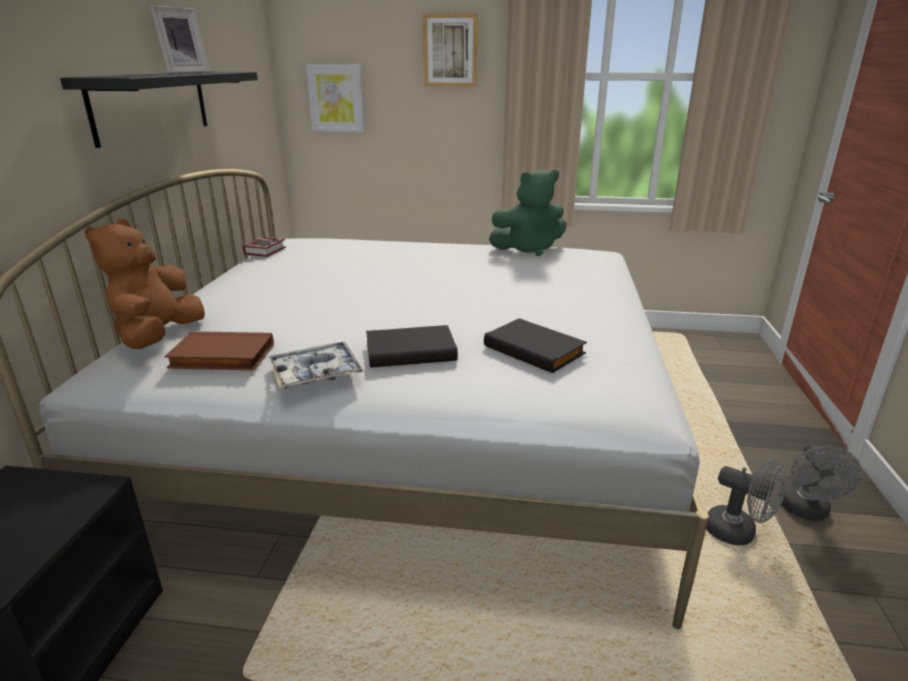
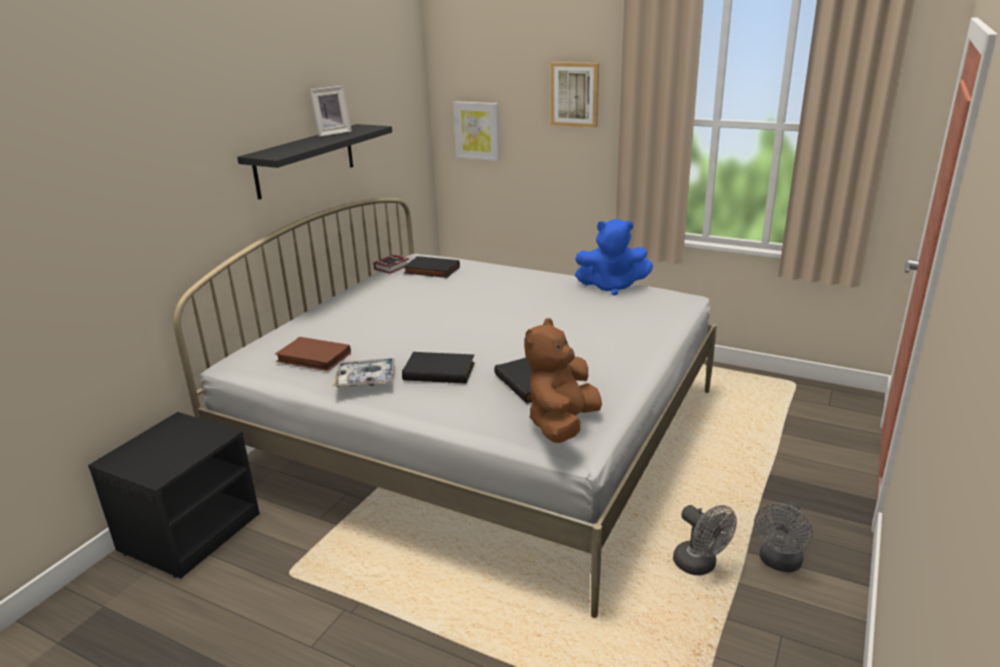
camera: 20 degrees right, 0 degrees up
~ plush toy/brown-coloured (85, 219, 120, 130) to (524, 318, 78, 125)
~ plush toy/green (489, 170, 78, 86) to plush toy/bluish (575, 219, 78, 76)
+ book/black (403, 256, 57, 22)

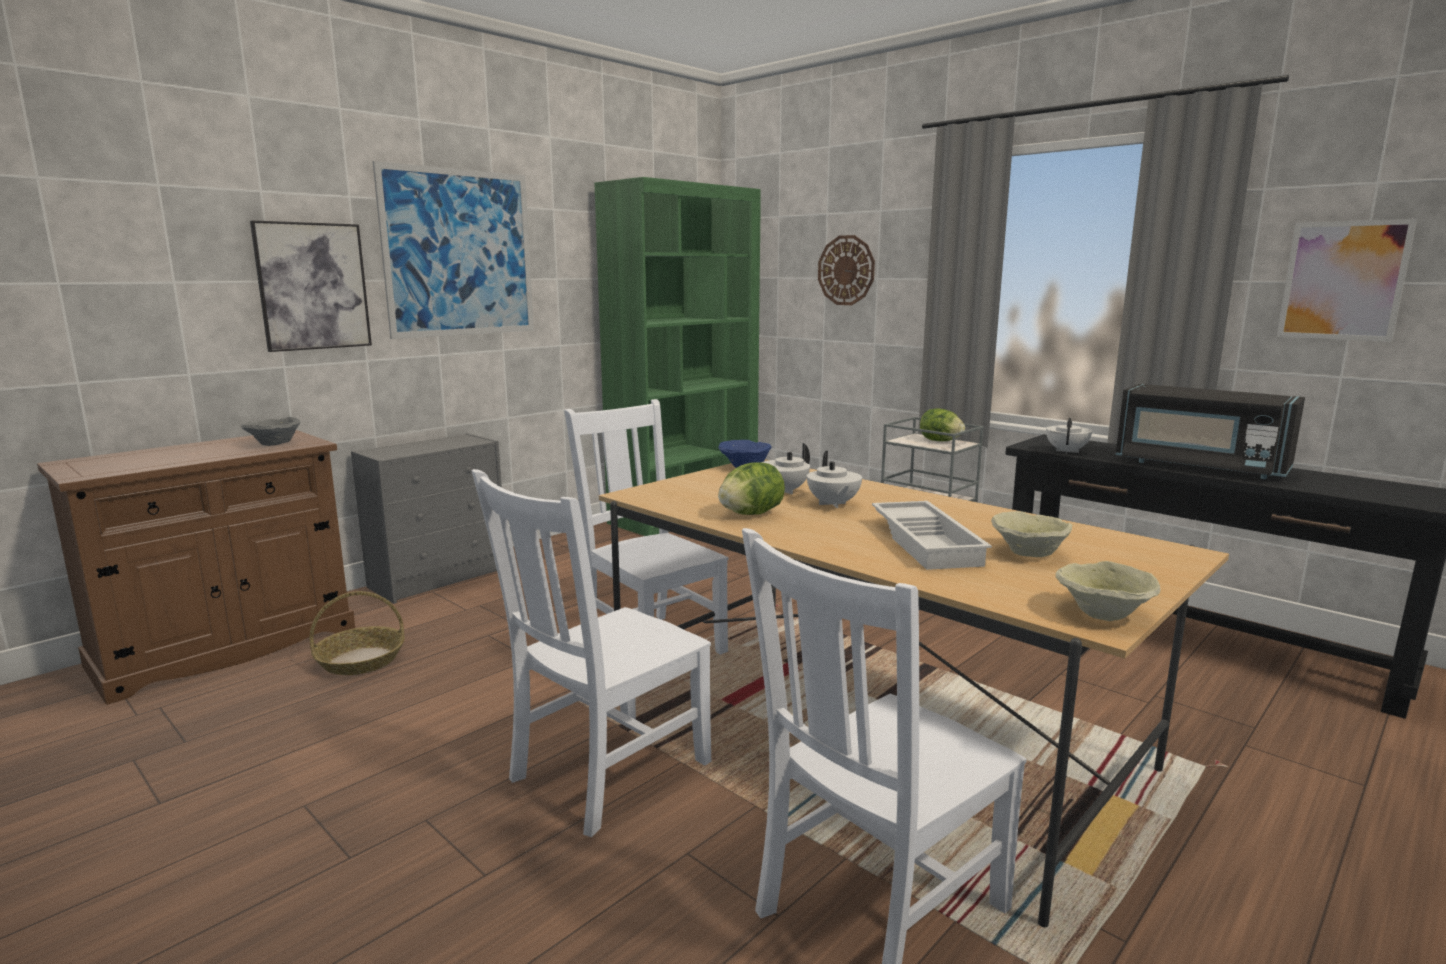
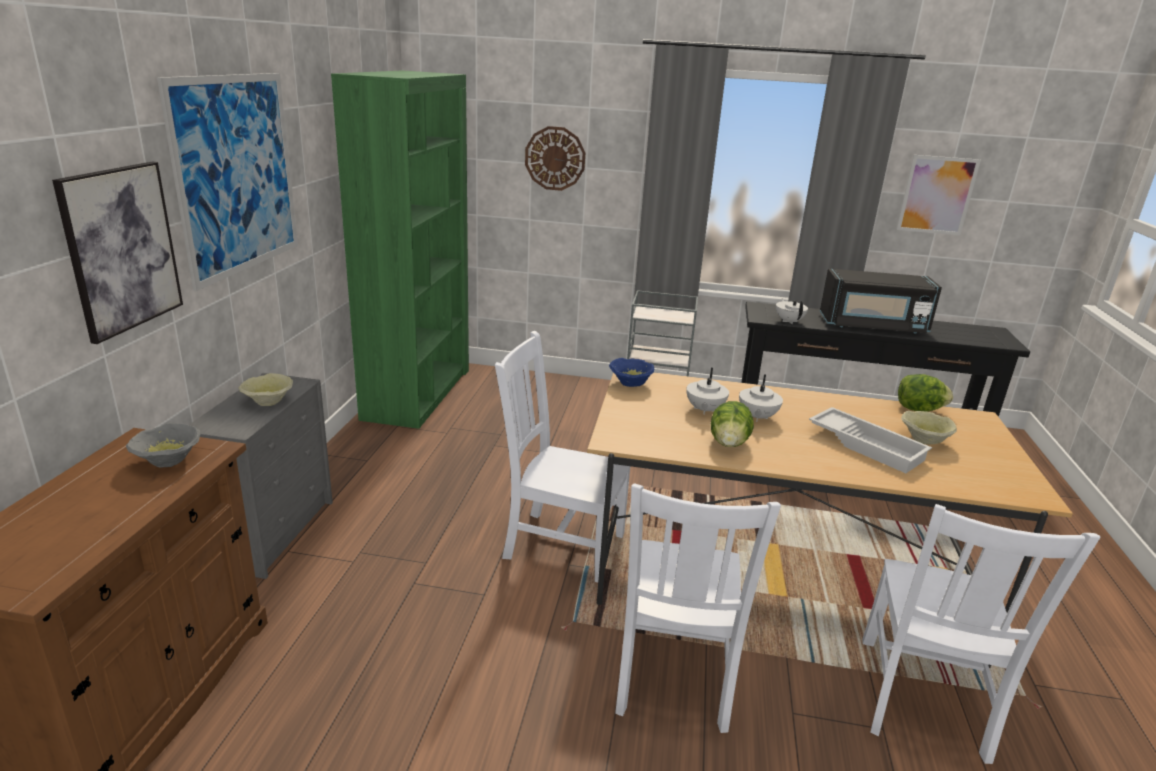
camera: 35 degrees left, 10 degrees up
- household basket (309, 591, 96, 84)
~ tea pot/white (807, 451, 55, 57) = (739, 374, 44, 48) 60 degrees clockwise
~ lettuce (920, 408, 45, 33) to (898, 374, 55, 37)
~ serving bowl/beige (1056, 561, 104, 60) to (239, 373, 54, 33)

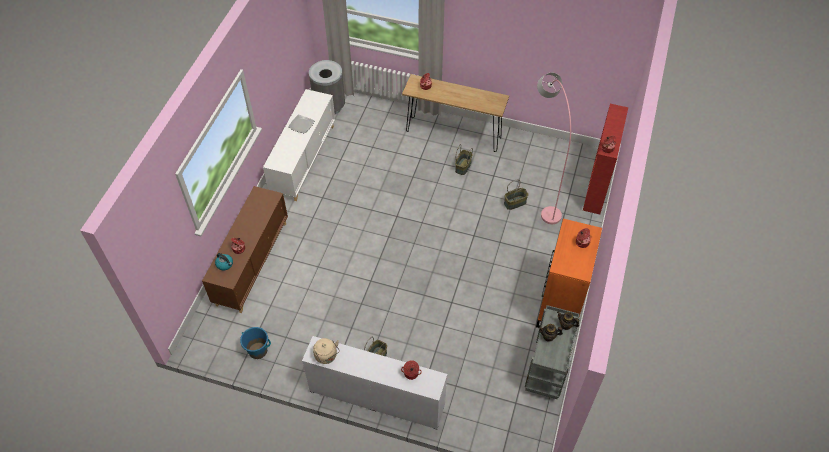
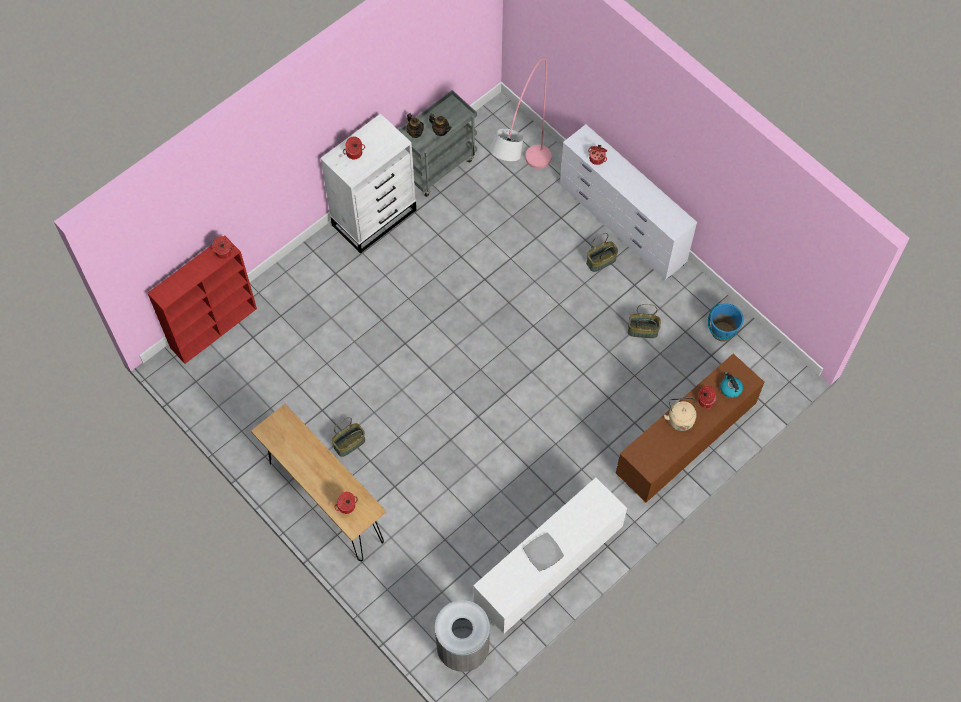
camera: 150 degrees left, 10 degrees up
~ tea kettle/beige (313, 338, 27, 26) to (664, 397, 32, 34)
~ household basket (504, 180, 24, 30) to (628, 304, 33, 34)
~ drawer chest/orange-coloured (536, 219, 66, 109) to drawer chest/white (320, 114, 96, 140)
~ floor lamp/pinkish (537, 73, 34, 151) to (490, 57, 62, 112)

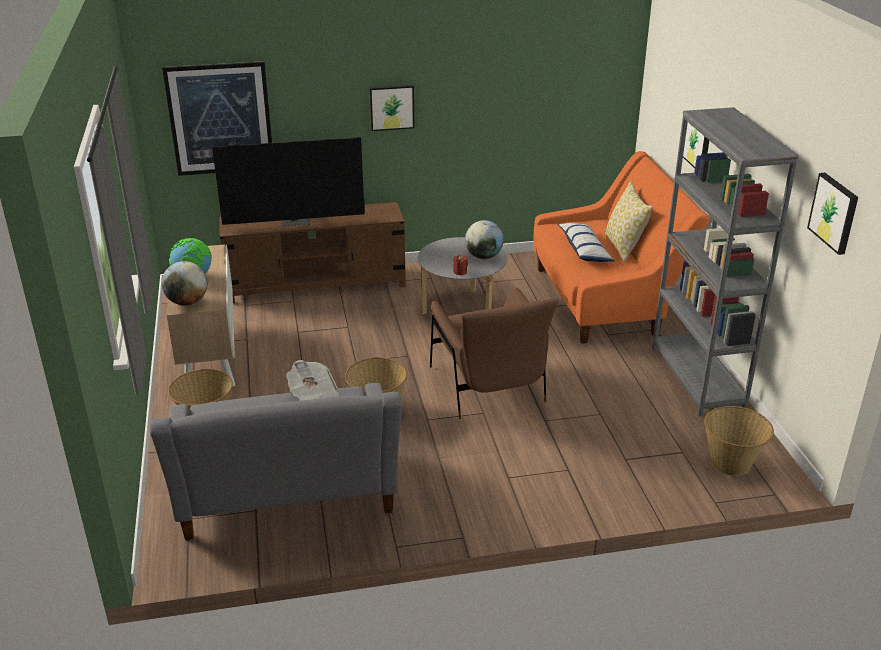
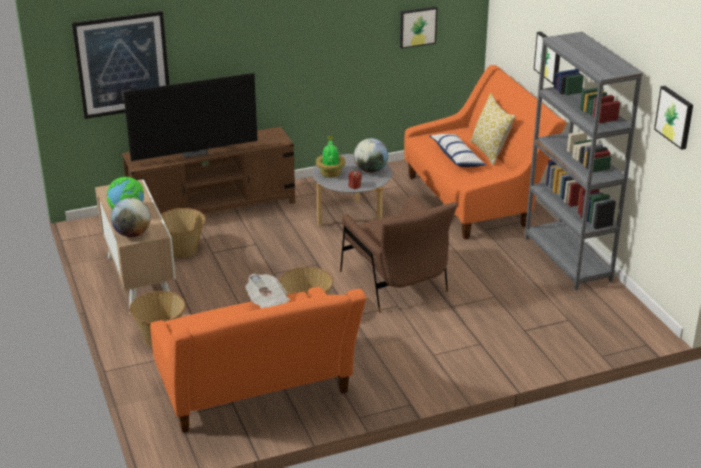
camera: 10 degrees left, 0 degrees up
~ sofa/gray (150, 383, 252, 157) to sofa/orange-coloured (150, 287, 216, 146)
~ wall picture (369, 85, 46, 46) to (400, 6, 37, 43)
~ household basket (704, 406, 70, 70) to (161, 208, 45, 50)
+ houseplant (316, 136, 30, 42)

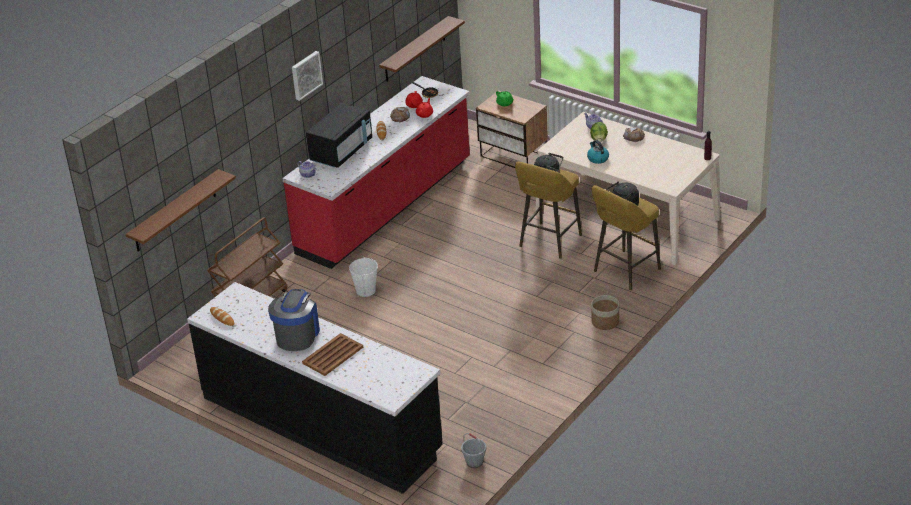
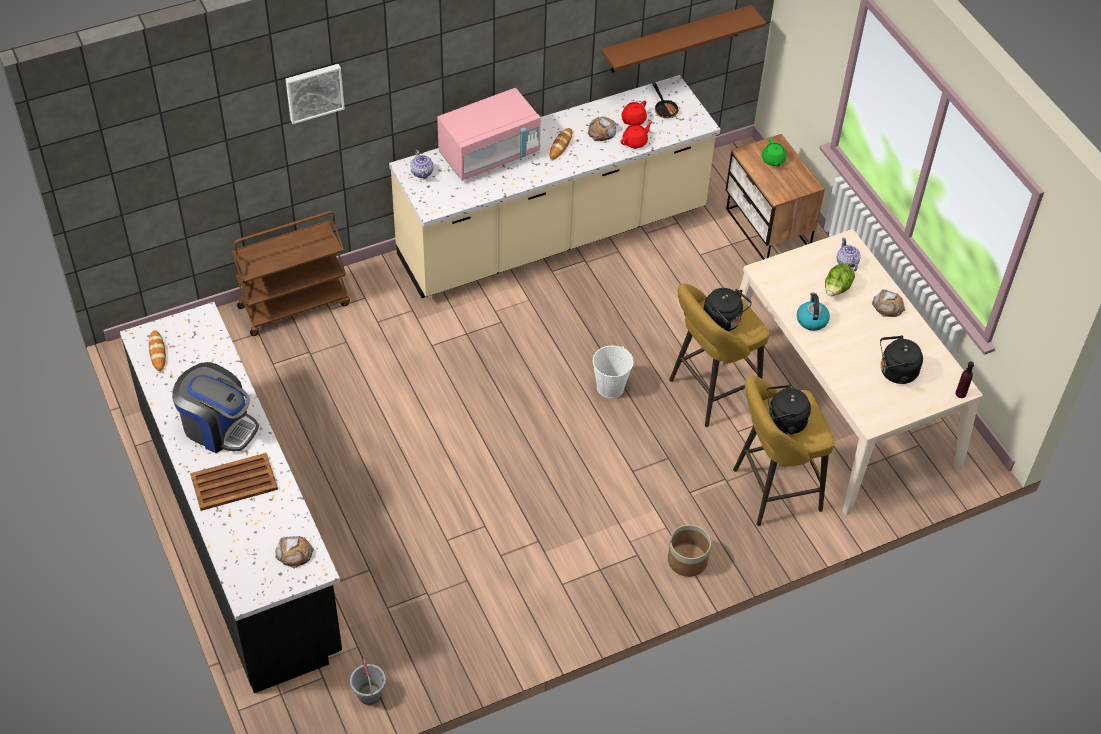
camera: 25 degrees right, 15 degrees up
- wall shelf/brown-coloured (126, 169, 110, 83)
~ coffee machine (268, 289, 52, 62) = (172, 362, 87, 91) 75 degrees clockwise
~ kitchen counter/red-coloured (282, 76, 188, 193) to kitchen counter/beige (389, 75, 331, 223)
~ wall picture (292, 51, 31, 50) to (285, 64, 60, 60)
~ kitchen microwave/black (306, 103, 66, 65) to kitchen microwave/pinkish (437, 88, 104, 93)
~ water bucket/white (349, 257, 29, 40) to (593, 346, 41, 53)
+ bakery bread (275, 536, 39, 33)
+ tea kettle/black (880, 336, 43, 48)

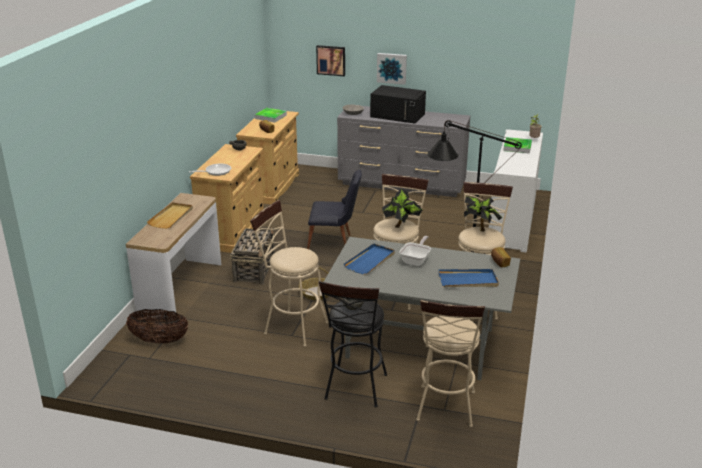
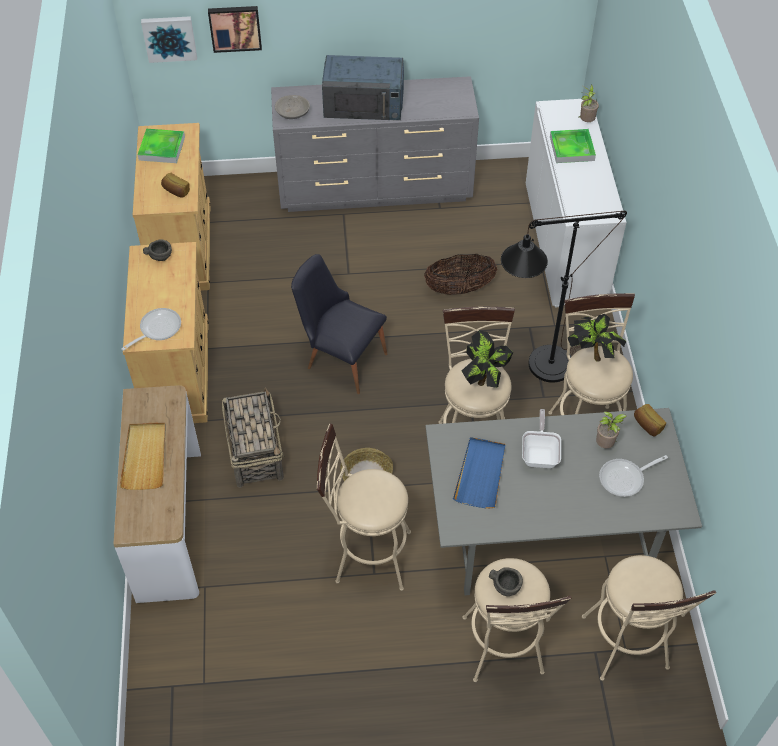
camera: 20 degrees left, 25 degrees up
~ household basket (126, 309, 62, 34) to (424, 254, 73, 41)
~ upright chair/black (307, 169, 55, 80) = (291, 254, 96, 140) 135 degrees counterclockwise
~ stool seat/black (319, 281, 68, 126) to stool seat/beige (462, 558, 109, 124)
~ kitchen microwave/black (370, 85, 56, 39) to kitchen microwave/bluish (322, 55, 82, 65)
~ wall picture (377, 53, 30, 32) to (141, 16, 56, 47)
~ tray/bluish (439, 269, 60, 18) to frying pan (599, 455, 69, 42)
+ houseplant (596, 411, 31, 37)

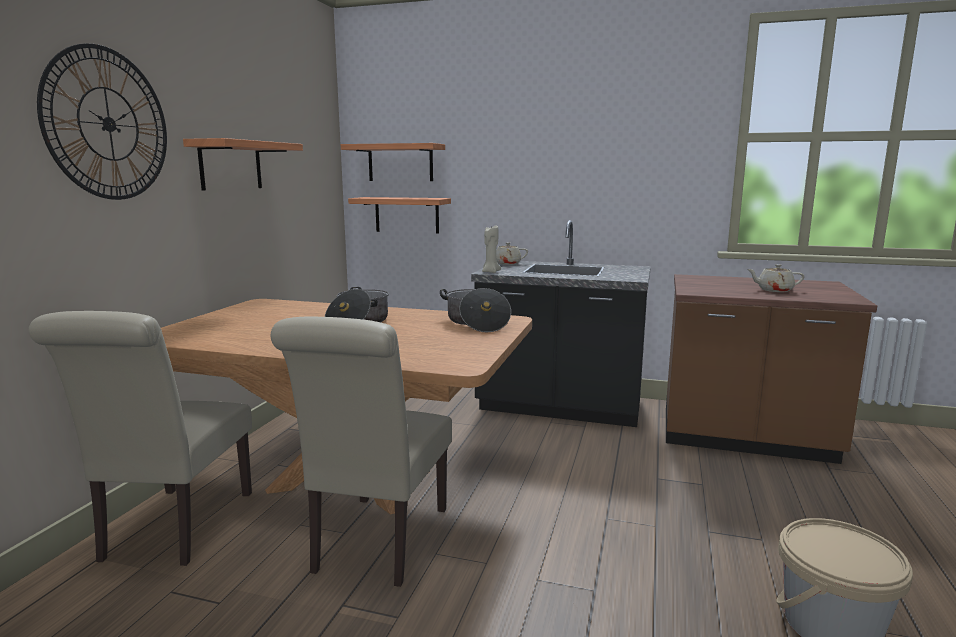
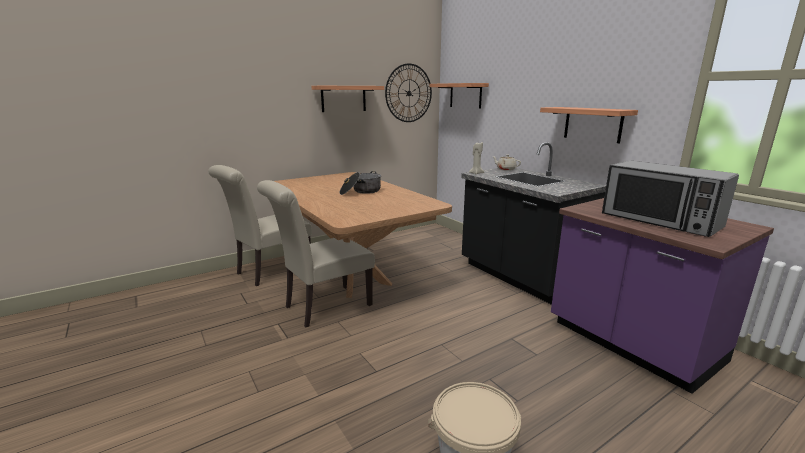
camera: 40 degrees right, 5 degrees up
~ clock on the wall (37, 43, 130, 157) to (385, 63, 47, 59)
~ wall shelf (348, 197, 103, 37) to (540, 107, 98, 36)
- cooking pot (440, 288, 71, 45)
~ kitchen counter/brown-coloured (666, 274, 211, 190) to kitchen counter/purple-coloured (551, 198, 223, 196)
~ tea pot/beige (748, 264, 57, 28) to kitchen microwave (602, 160, 137, 77)

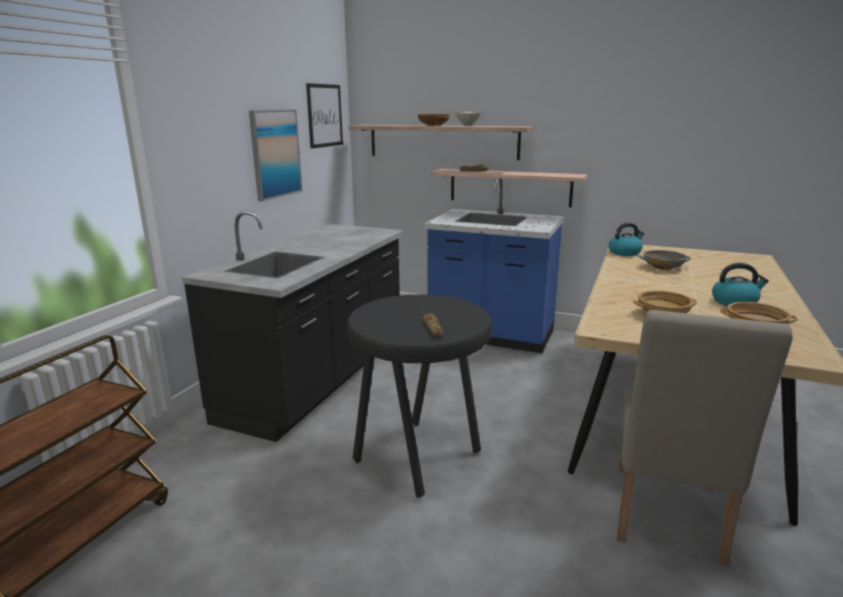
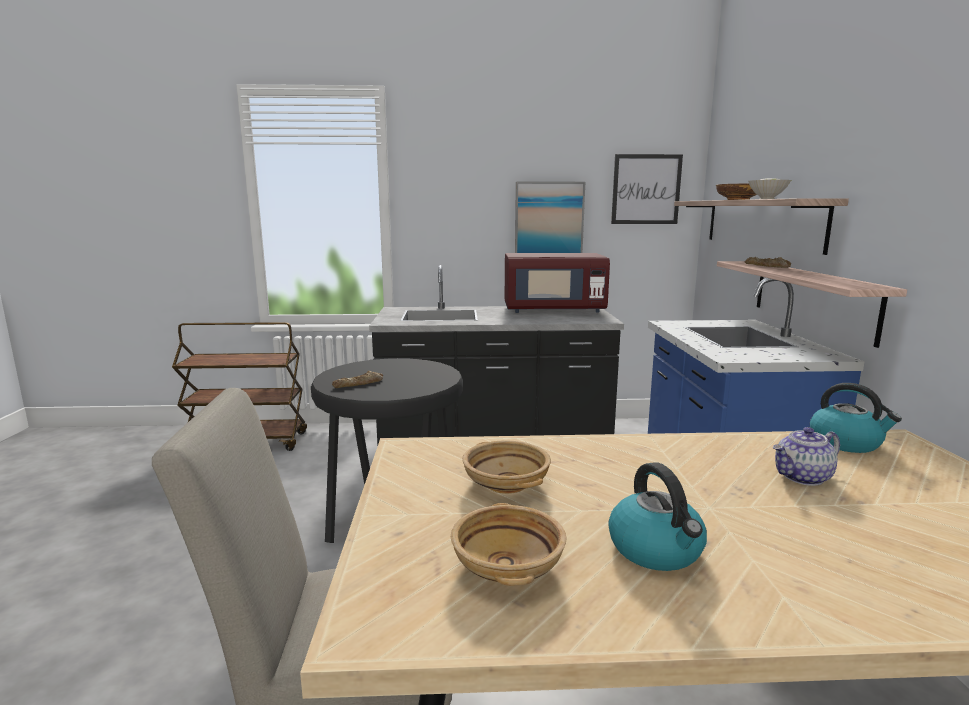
camera: 65 degrees right, 5 degrees down
~ serving bowl/gray (639, 250, 52, 20) to tea pot (773, 427, 67, 59)
+ kitchen microwave/red-coloured (505, 253, 105, 60)

